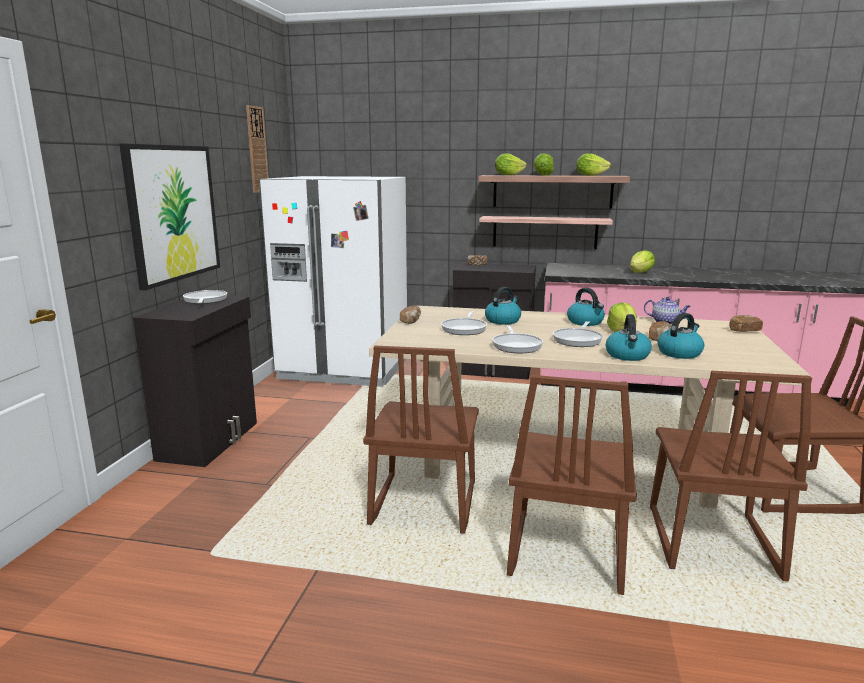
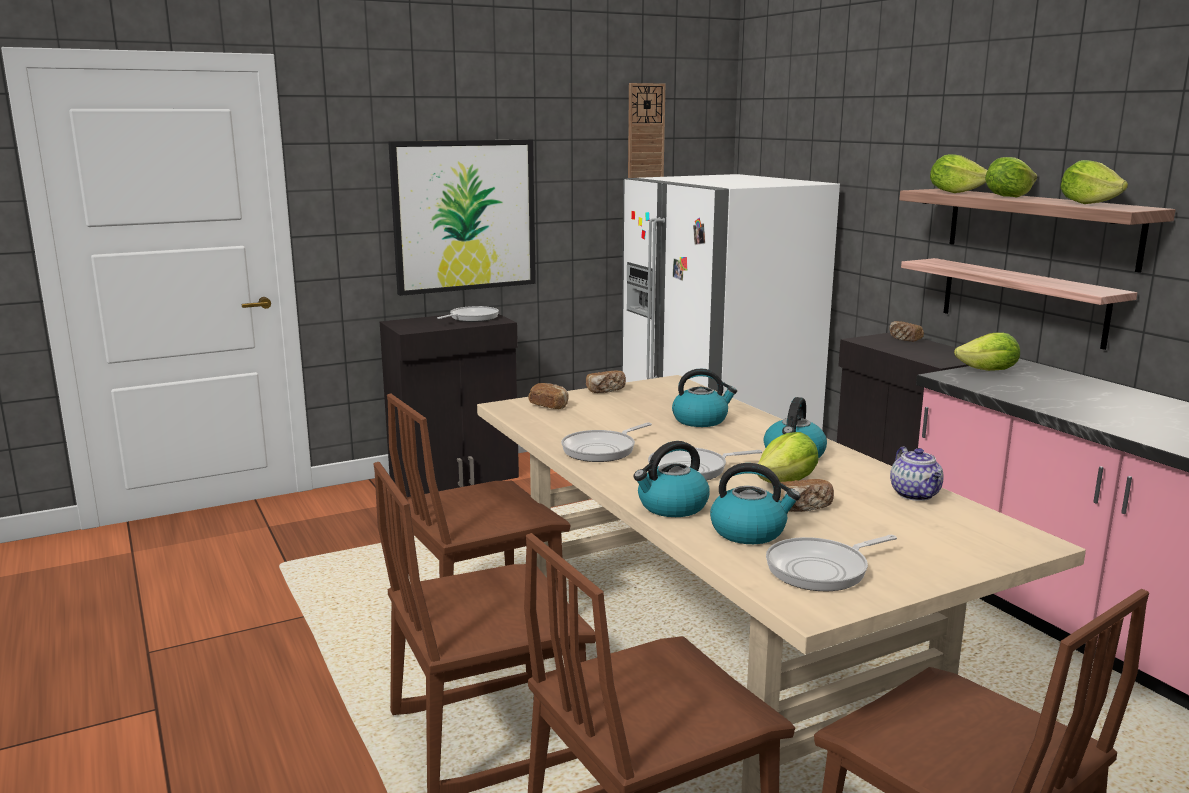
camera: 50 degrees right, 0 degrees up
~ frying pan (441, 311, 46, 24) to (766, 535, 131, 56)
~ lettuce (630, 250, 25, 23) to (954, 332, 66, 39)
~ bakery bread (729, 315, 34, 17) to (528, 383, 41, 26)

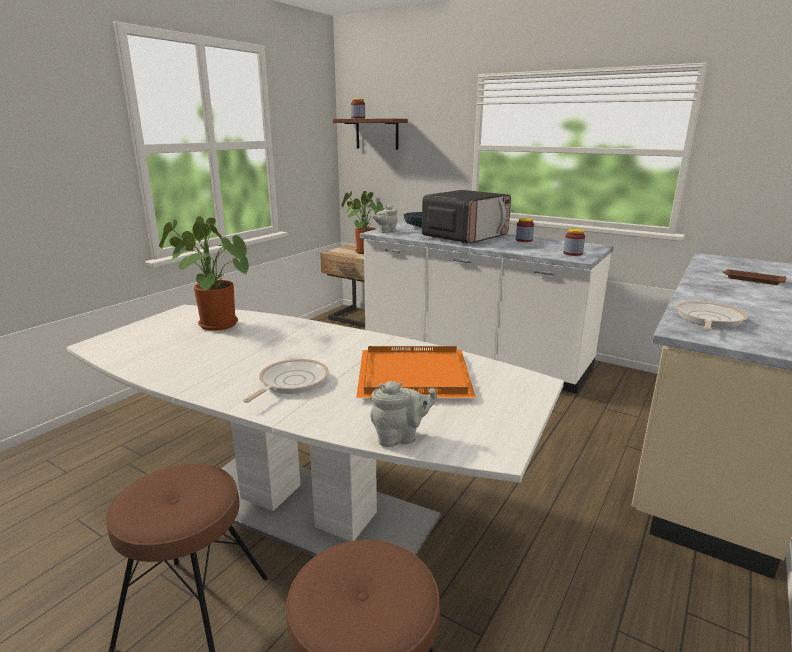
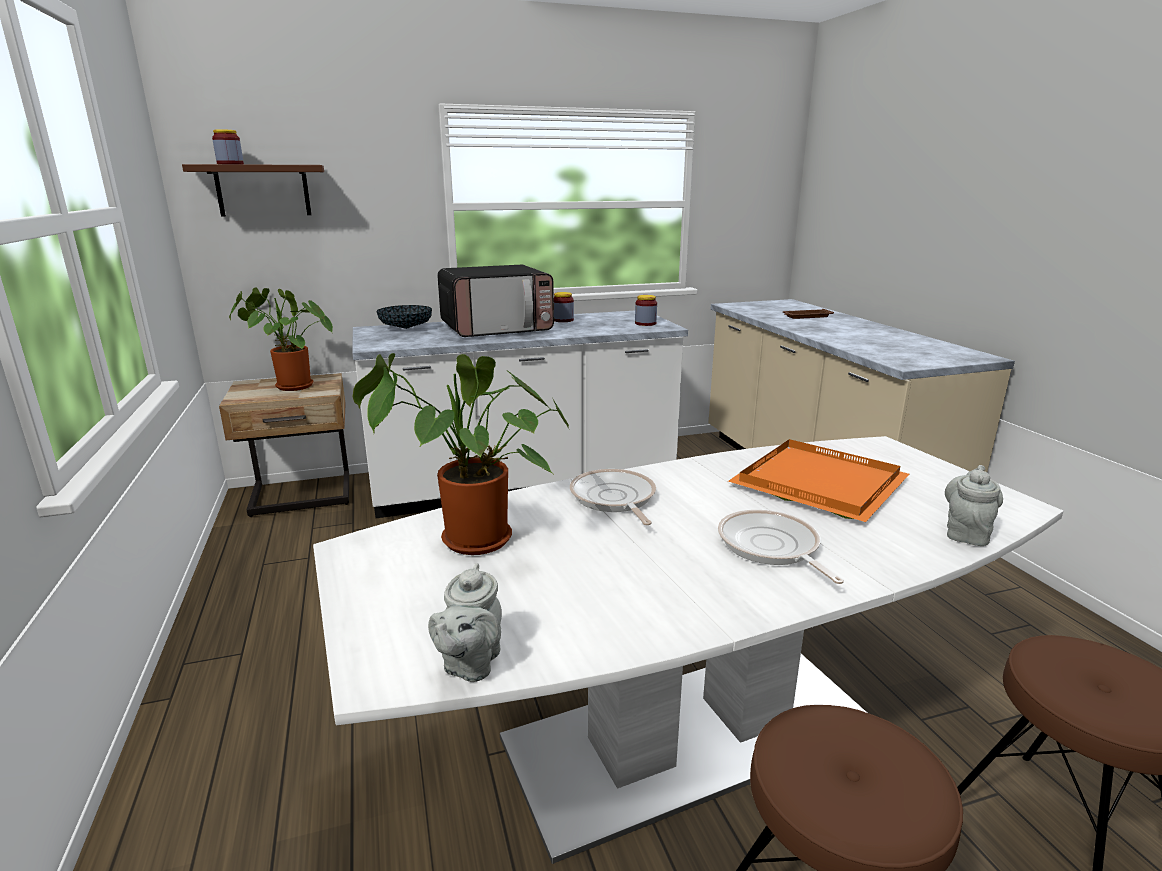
camera: 50 degrees left, 0 degrees up
~ tea pot/gray (372, 205, 26, 28) to (428, 563, 74, 119)
~ kitchen microwave (422, 190, 89, 54) = (437, 265, 117, 72) 75 degrees clockwise
~ frying pan (676, 301, 72, 29) to (570, 469, 86, 56)

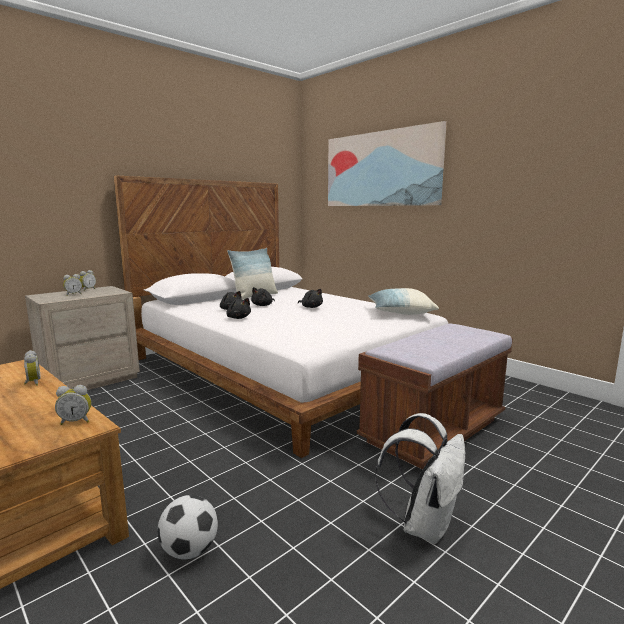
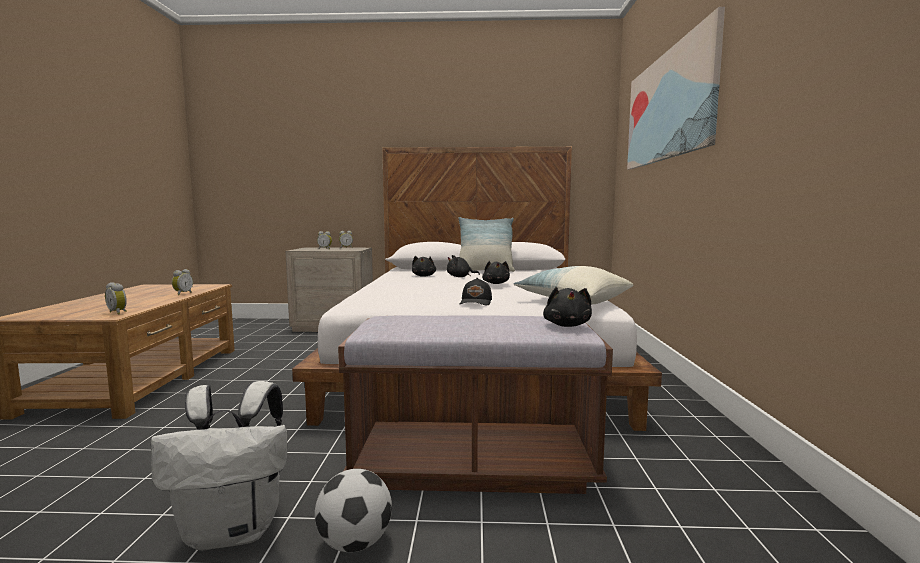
camera: 45 degrees right, 5 degrees down
~ football ball (158, 495, 60, 64) to (315, 469, 77, 83)
~ plush toy/black (226, 298, 25, 21) to (543, 287, 49, 40)
+ baseball cap/black (460, 278, 32, 27)

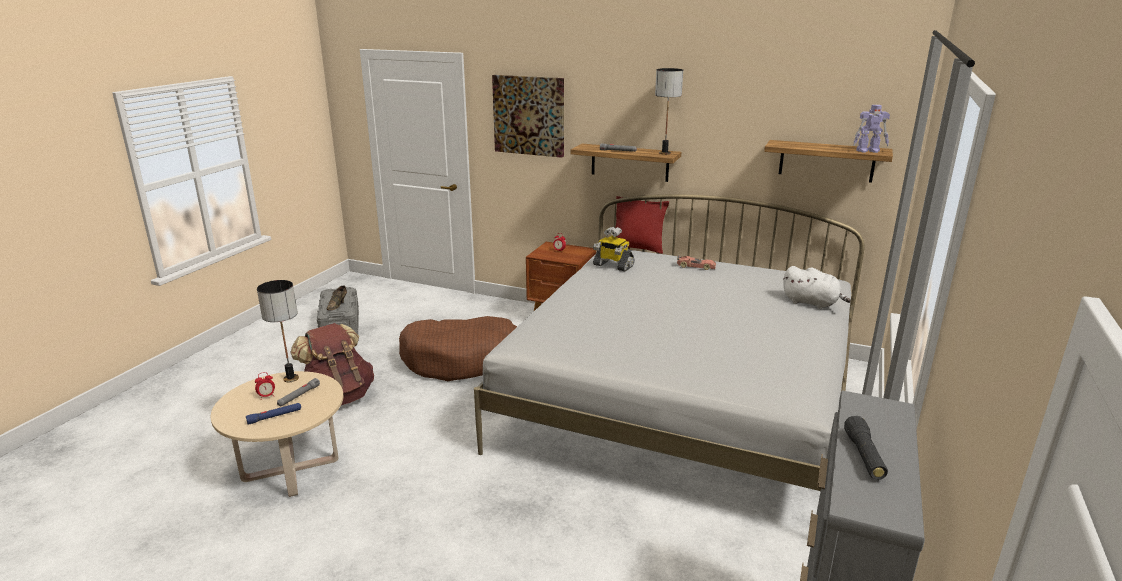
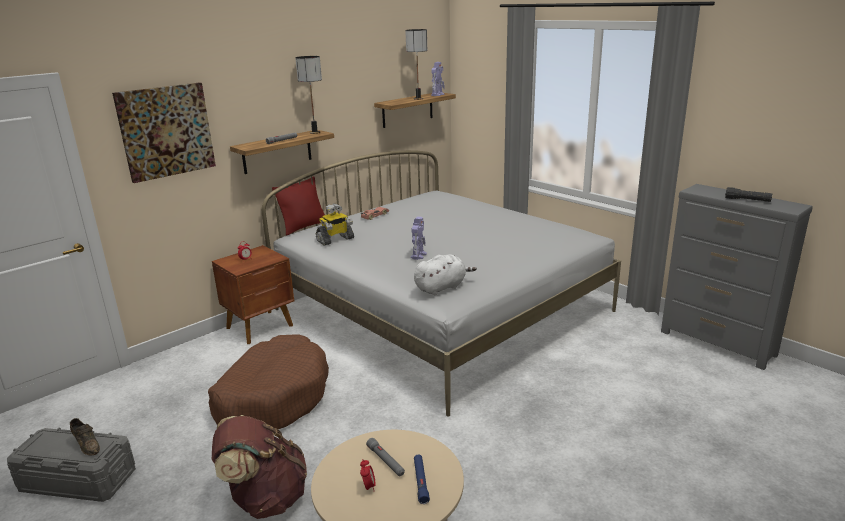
camera: 65 degrees left, 0 degrees up
~ tabletop lamp (257, 280, 42, 102) to (405, 29, 22, 71)
~ plush toy/white (783, 266, 68, 43) to (414, 254, 63, 41)
+ robot figure (411, 216, 16, 44)

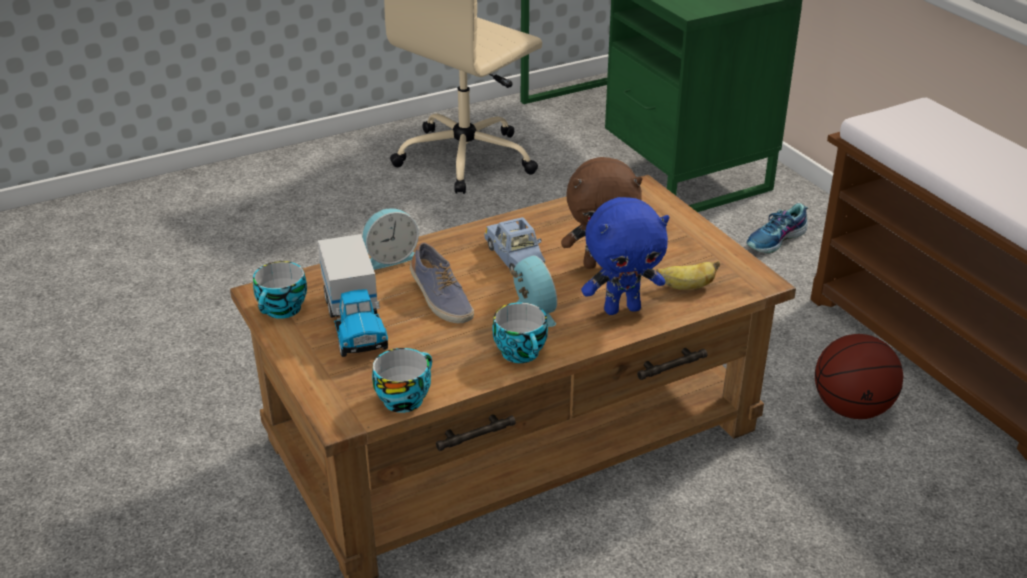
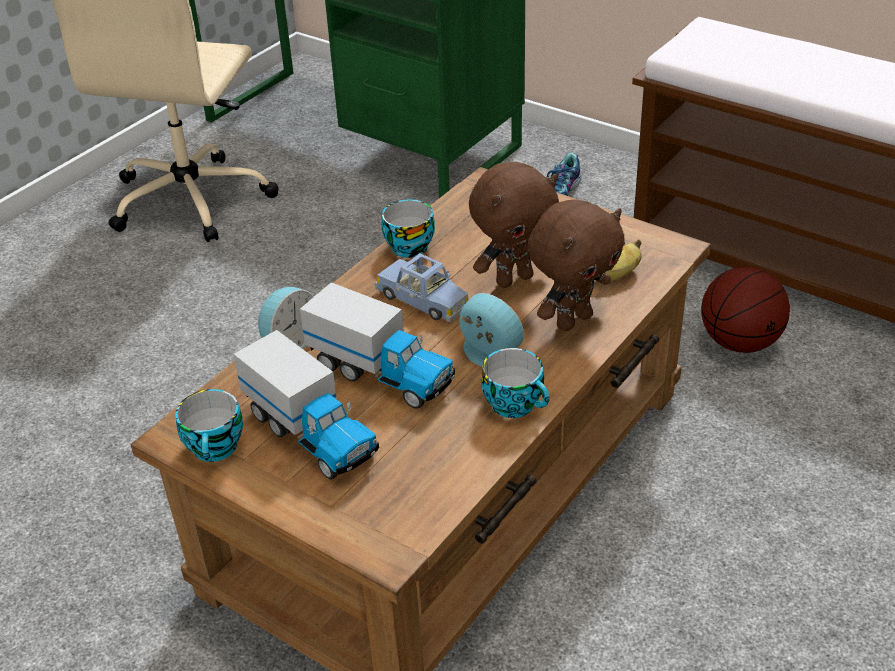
camera: 25 degrees left, 5 degrees up
~ cup (372, 348, 60, 65) to (382, 200, 53, 58)
~ low shoe (410, 242, 64, 81) to toy lorry (300, 282, 155, 127)
~ plush toy/bluish (581, 197, 88, 118) to plush toy/brown-coloured (528, 199, 97, 132)

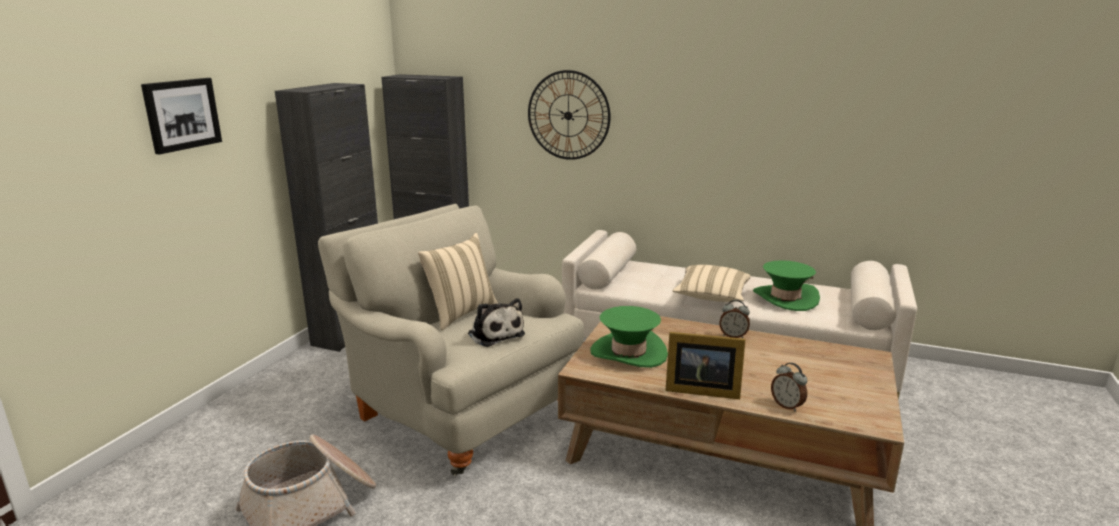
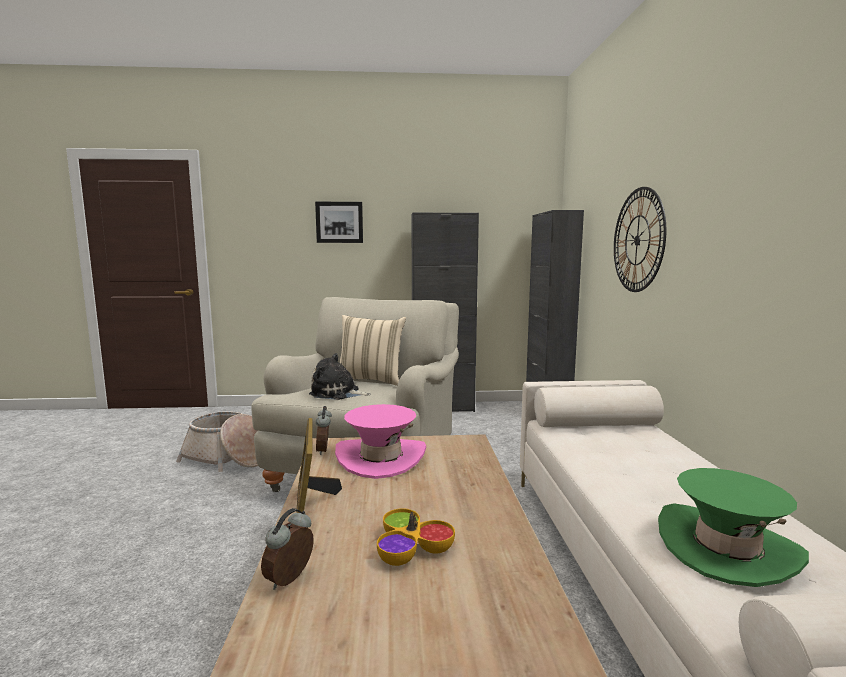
camera: 65 degrees right, 10 degrees down
~ plush toy (468, 298, 57, 49) = (309, 353, 62, 47) 75 degrees clockwise
~ wearable hat/green (590, 306, 78, 62) to wearable hat/pinkish (335, 404, 91, 75)
- cushion/beige (672, 265, 79, 37)
~ bedside clock (719, 300, 31, 38) to (316, 406, 16, 49)
+ serving bowl (377, 508, 78, 58)

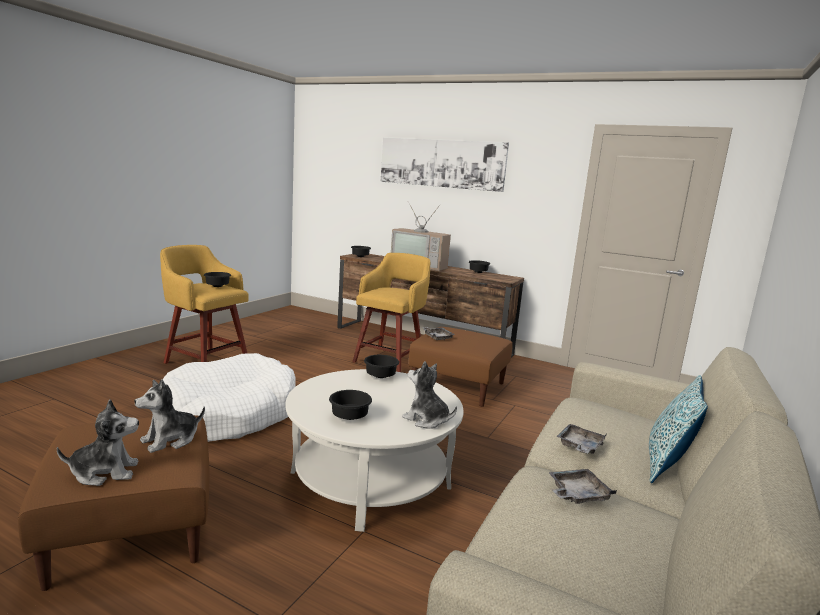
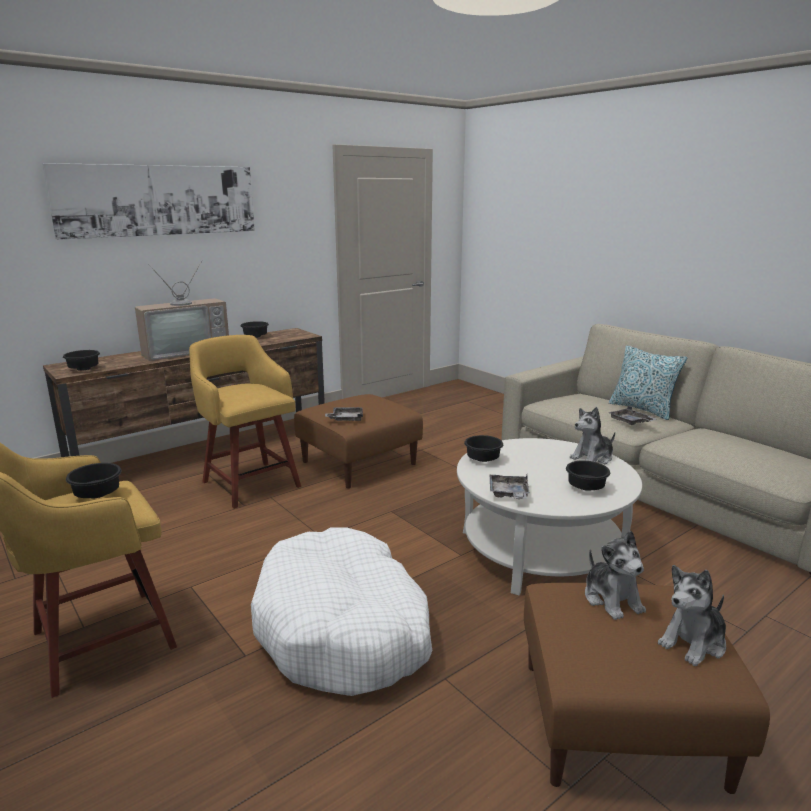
camera: 65 degrees left, 5 degrees up
~ plush toy (57, 399, 82, 87) = (658, 565, 68, 101) 135 degrees counterclockwise
~ tray/gray (548, 469, 69, 35) to (490, 475, 40, 24)

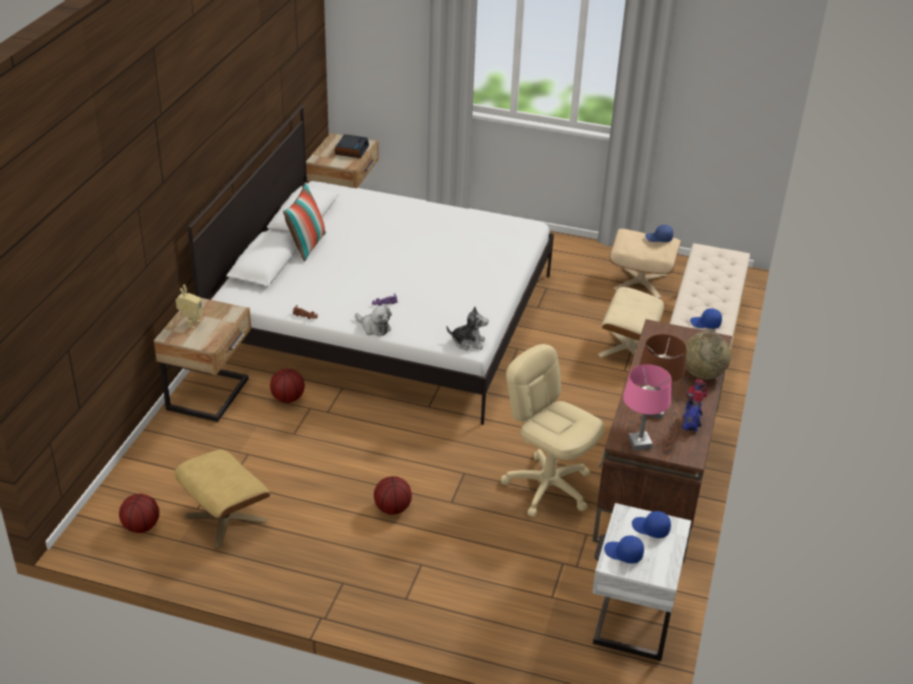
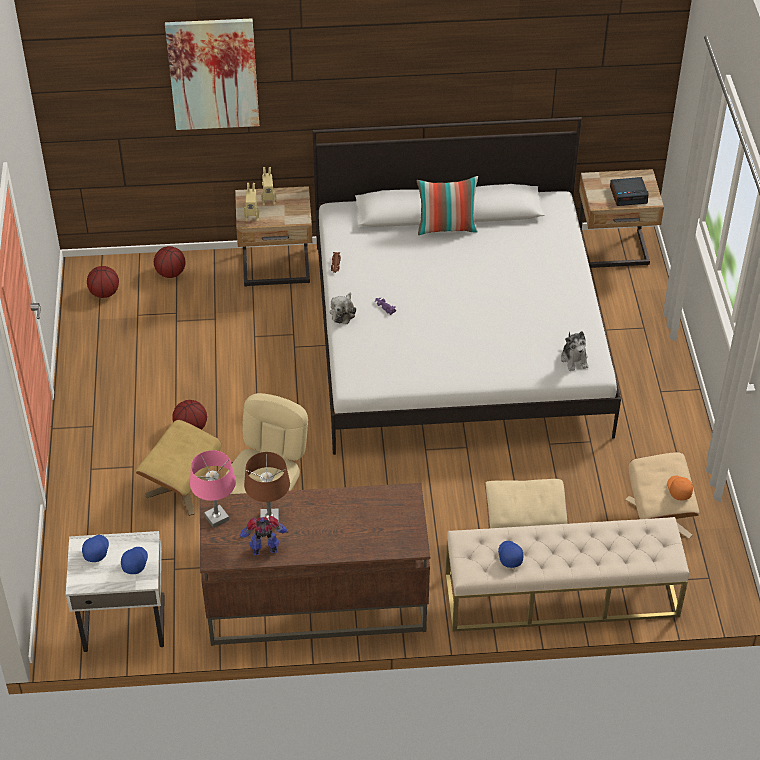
camera: 70 degrees right, 10 degrees up
~ ottoman/beige (175, 449, 95, 100) to (136, 420, 86, 96)
~ ball for basketball (270, 368, 35, 35) to (154, 246, 31, 32)
~ plush toy (447, 306, 41, 45) to (561, 331, 27, 40)
~ baseball cap/bluish (645, 225, 28, 17) to baseball cap/orange-coloured (667, 476, 26, 24)
- desk globe (685, 332, 46, 47)
+ wall picture (165, 18, 94, 112)
+ robot figure (243, 183, 16, 38)

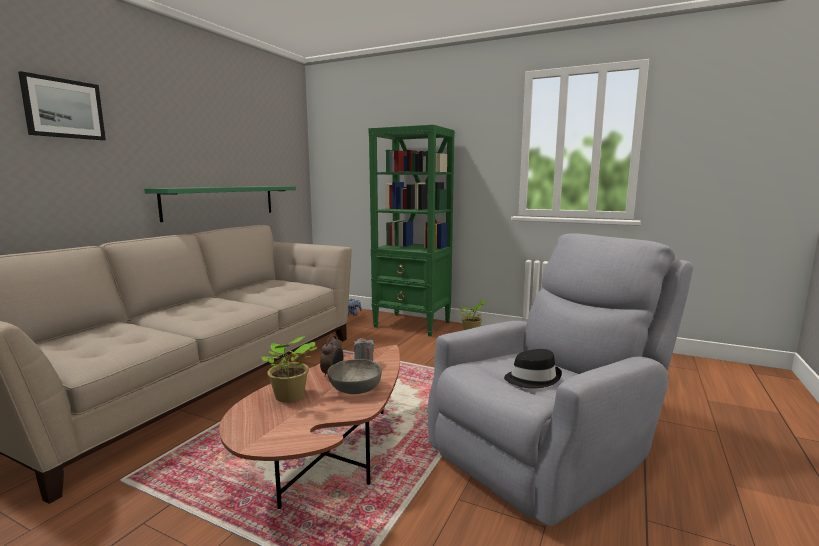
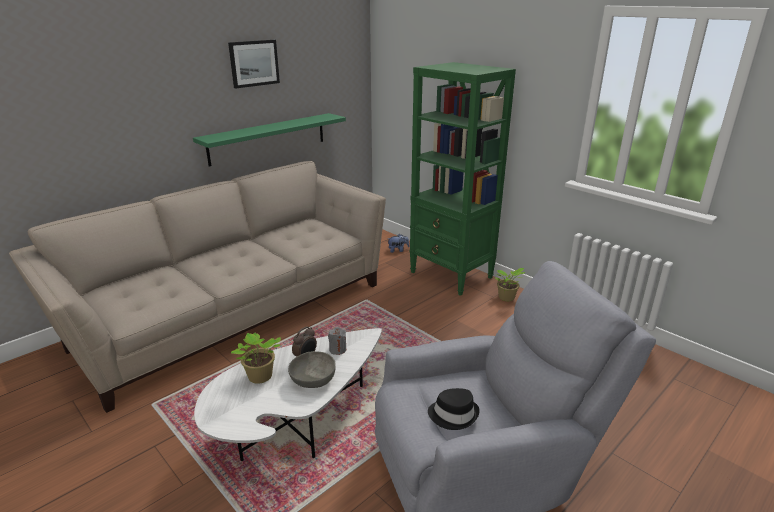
camera: 20 degrees right, 15 degrees up
~ wall picture (18, 71, 88, 69) to (228, 40, 52, 48)
~ low table/brown-coloured (219, 345, 181, 164) to low table/white (194, 328, 188, 133)

